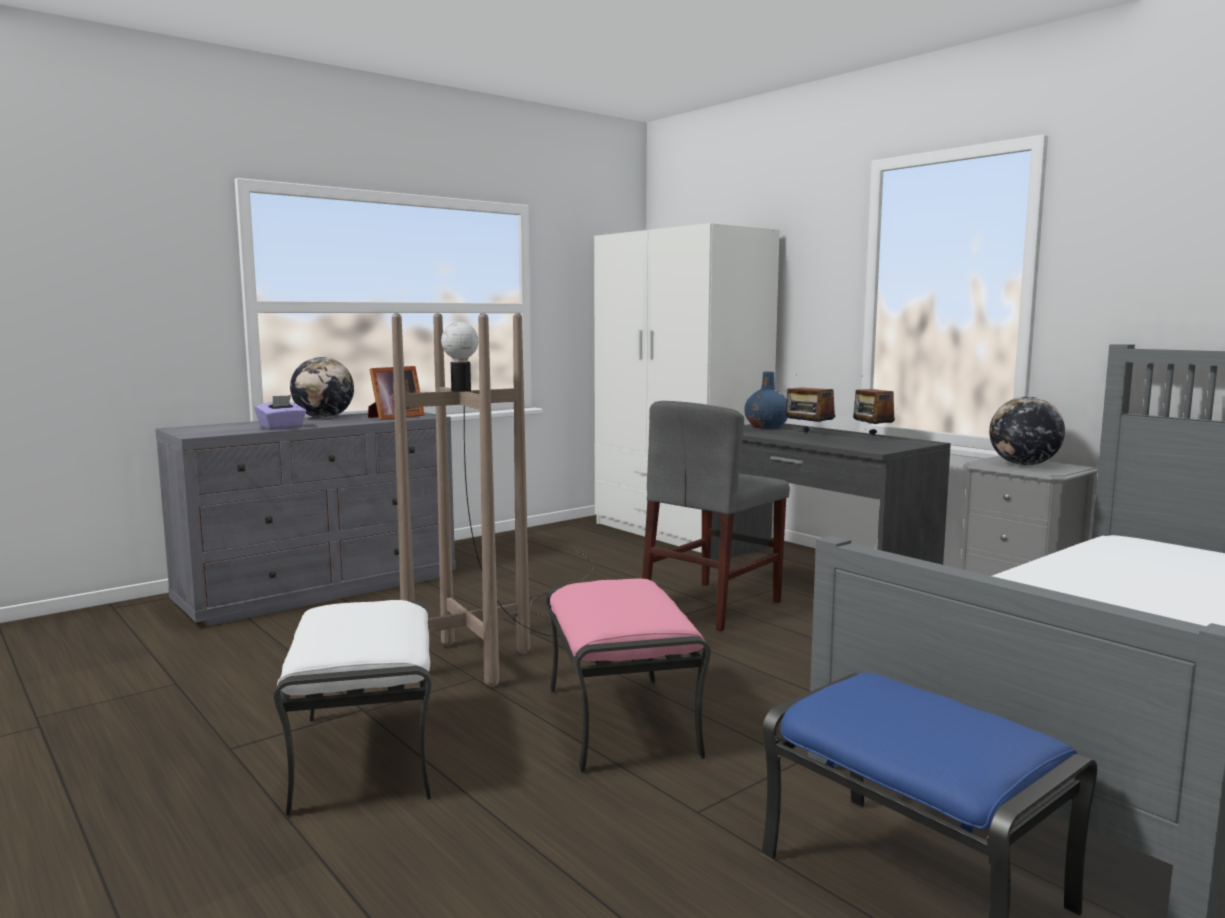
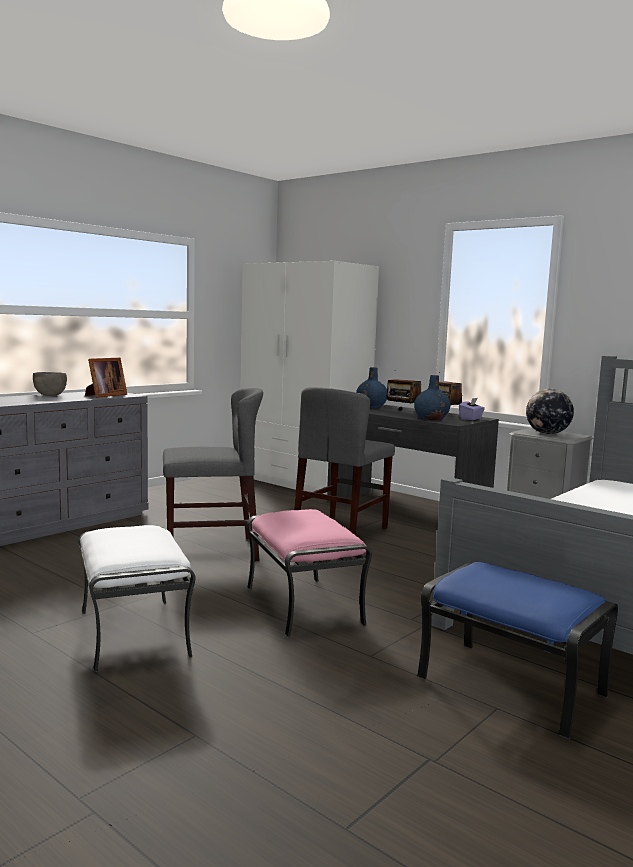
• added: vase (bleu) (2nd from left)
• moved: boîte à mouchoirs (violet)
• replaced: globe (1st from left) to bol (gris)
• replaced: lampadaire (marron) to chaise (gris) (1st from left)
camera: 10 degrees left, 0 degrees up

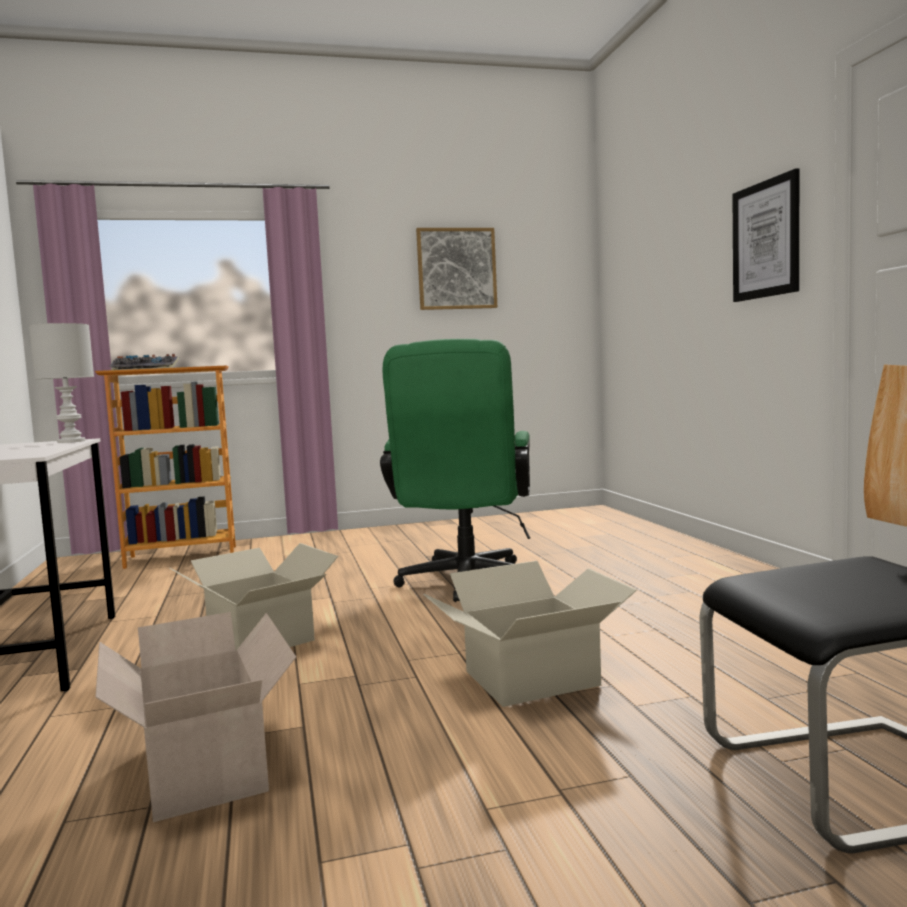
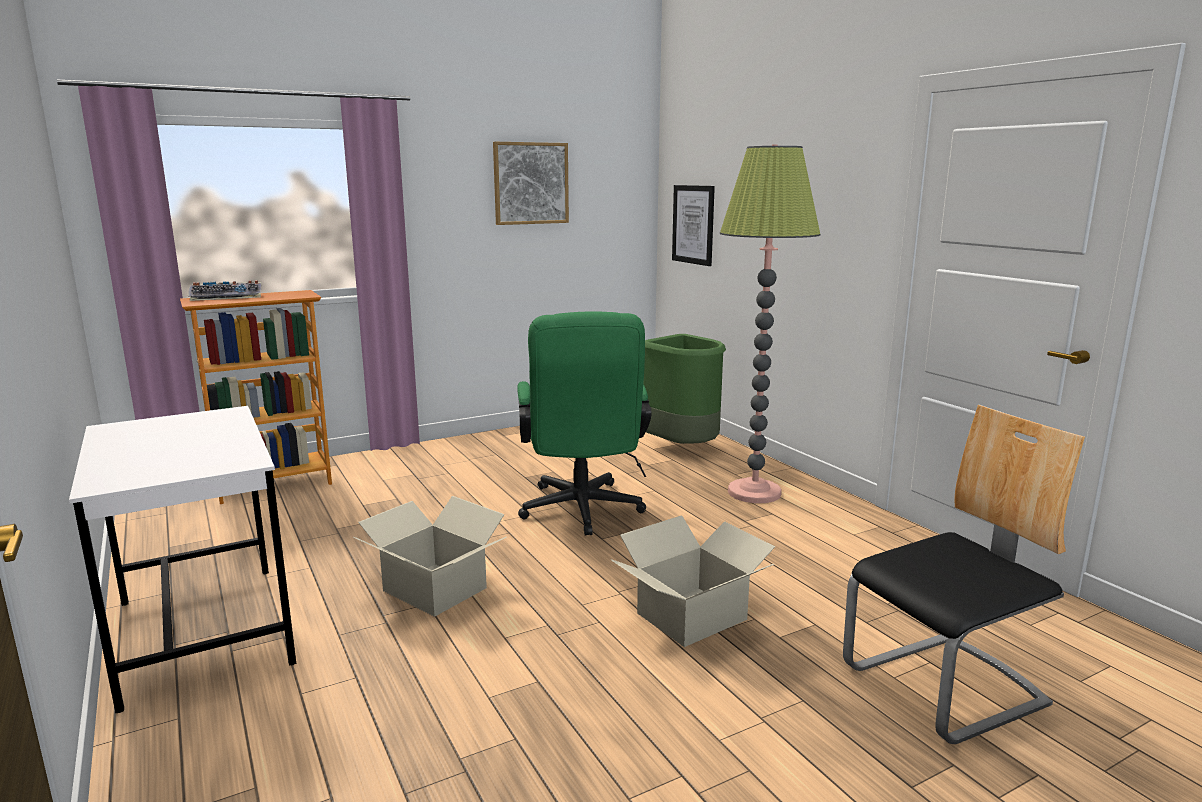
• removed: lampe de table (blanc)
• removed: carton (1st from left)
• added: poubelle (vert)
• added: lampadaire
• moved: tableau (2nd from left)
camera: 15 degrees left, 10 degrees up

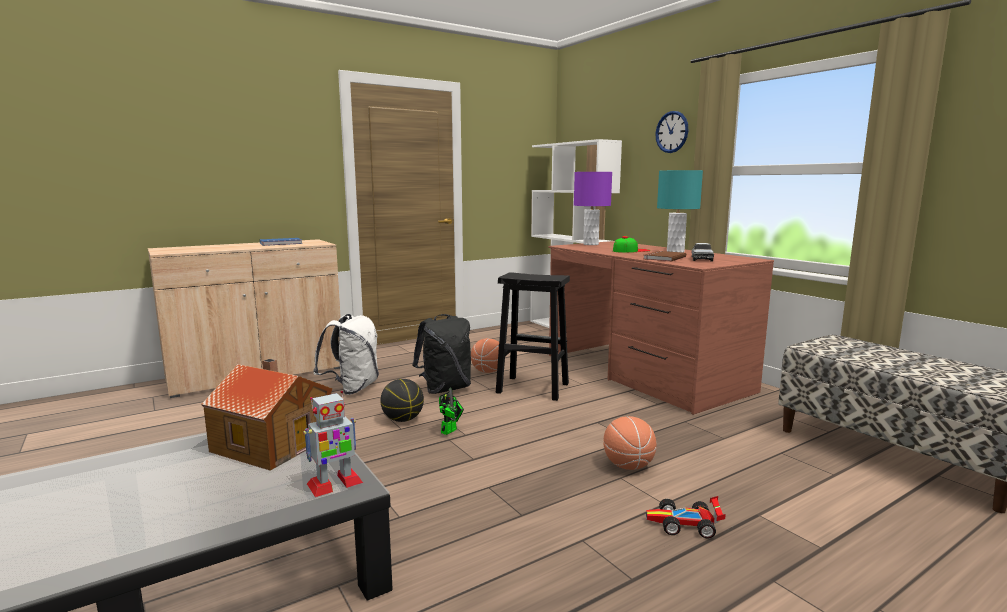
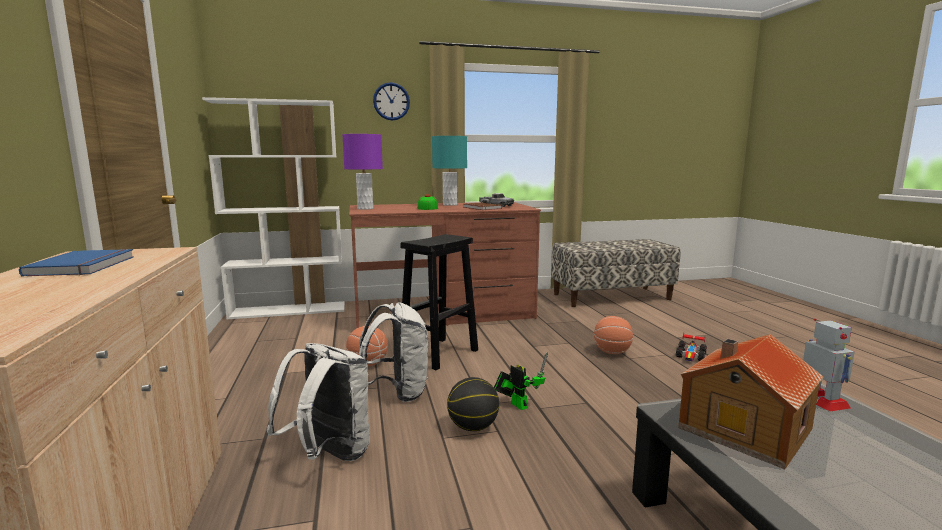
• recoloured: sac à dos (noir) to sac à dos (blanc) (2nd from left)
camera: 70 degrees left, 0 degrees up

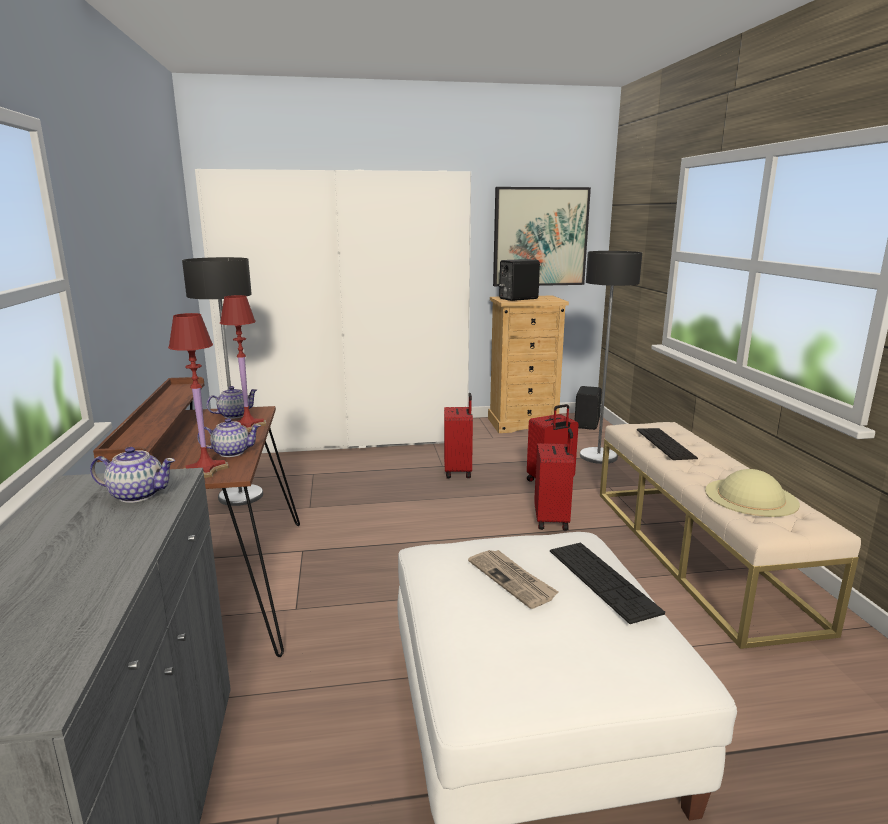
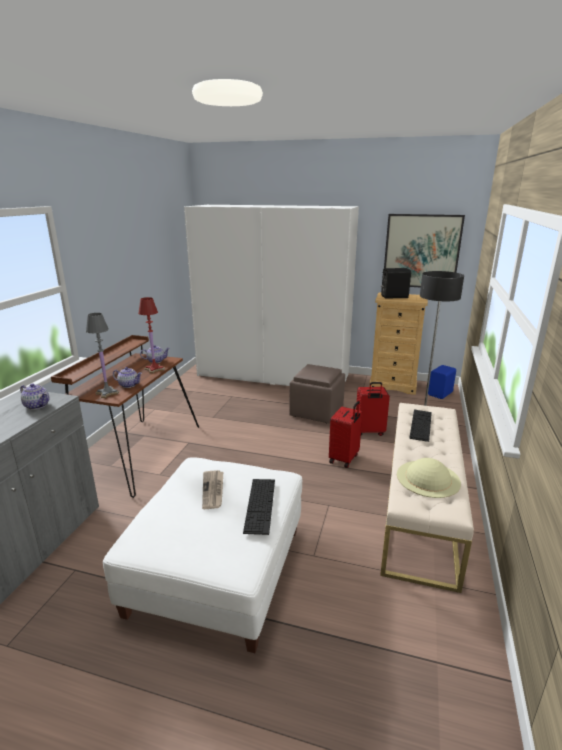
• removed: lampadaire (1st from left)
• replaced: valise (rouge) (1st from left) to pouf (marron)
• recoloured: lampe de table (rouge) (1st from left) to lampe de table (gris)
• recoloured: enceinte (noir) (2nd from left) to enceinte (bleu)
camera: 25 degrees right, 5 degrees up

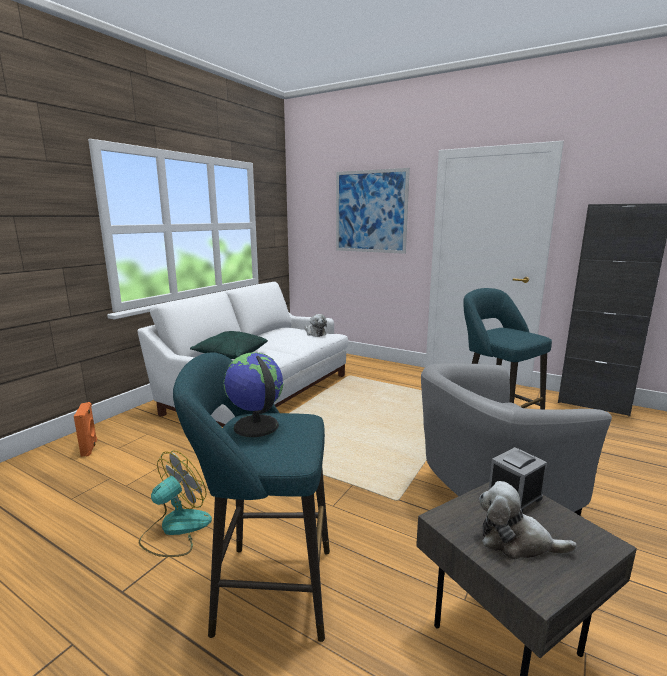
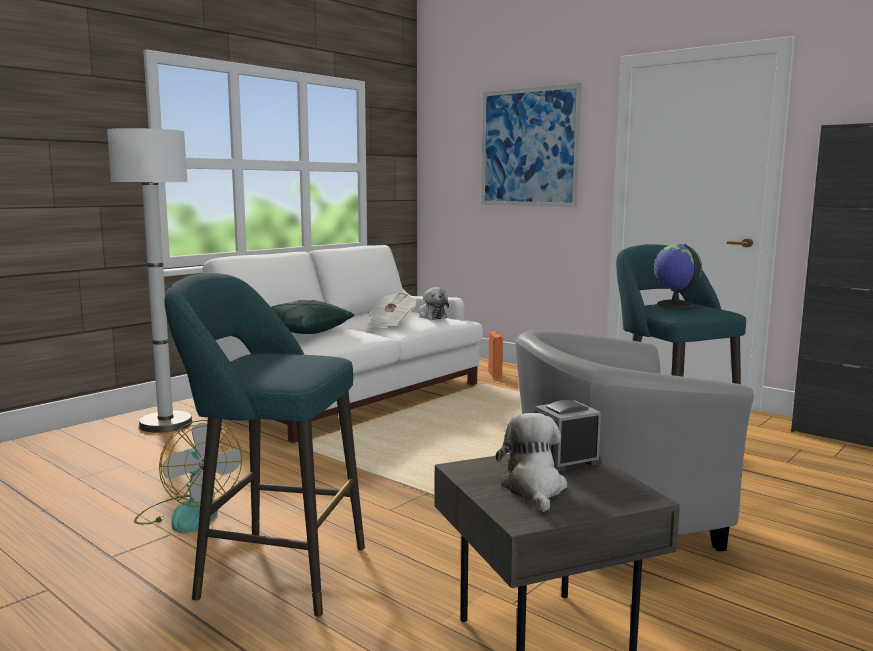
• added: lampadaire (blanc)
• added: journal
• moved: enceinte (orange)
• moved: globe
• turned: ventilateur 90 degrees clockwise
• turned: peluche (2nd from left) 60 degrees clockwise
camera: 10 degrees right, 5 degrees down

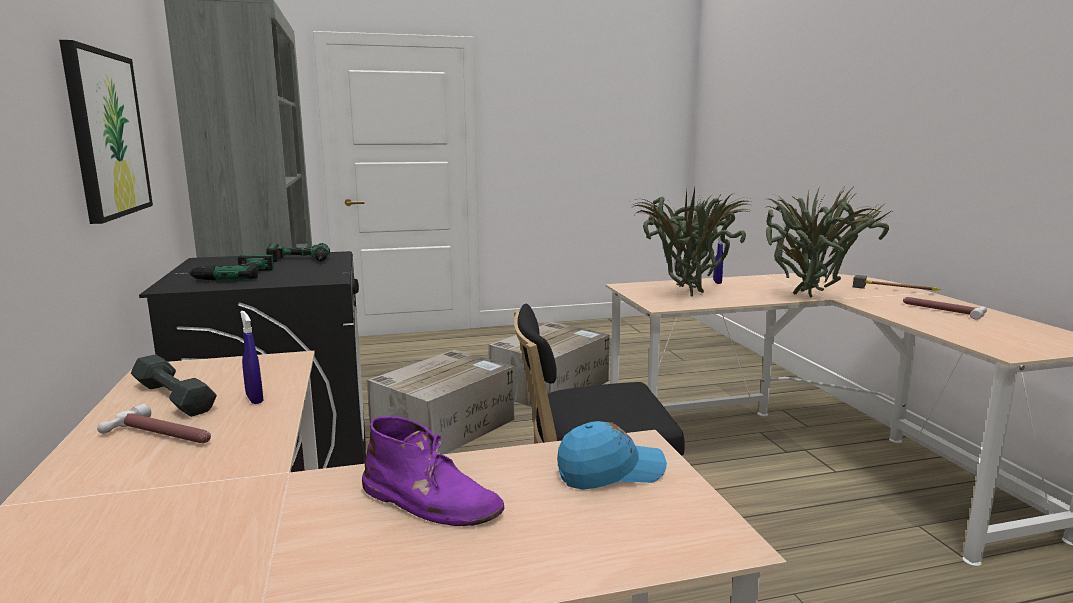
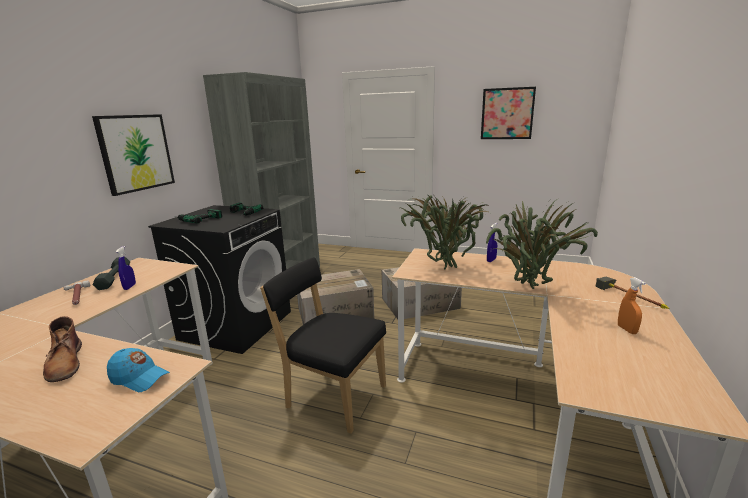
• added: tableau (2nd from left)
• replaced: marteau (3rd from left) to vaporisateur (orange)
• recoloured: botte (violet) to botte (marron)
camera: 35 degrees right, 5 degrees up

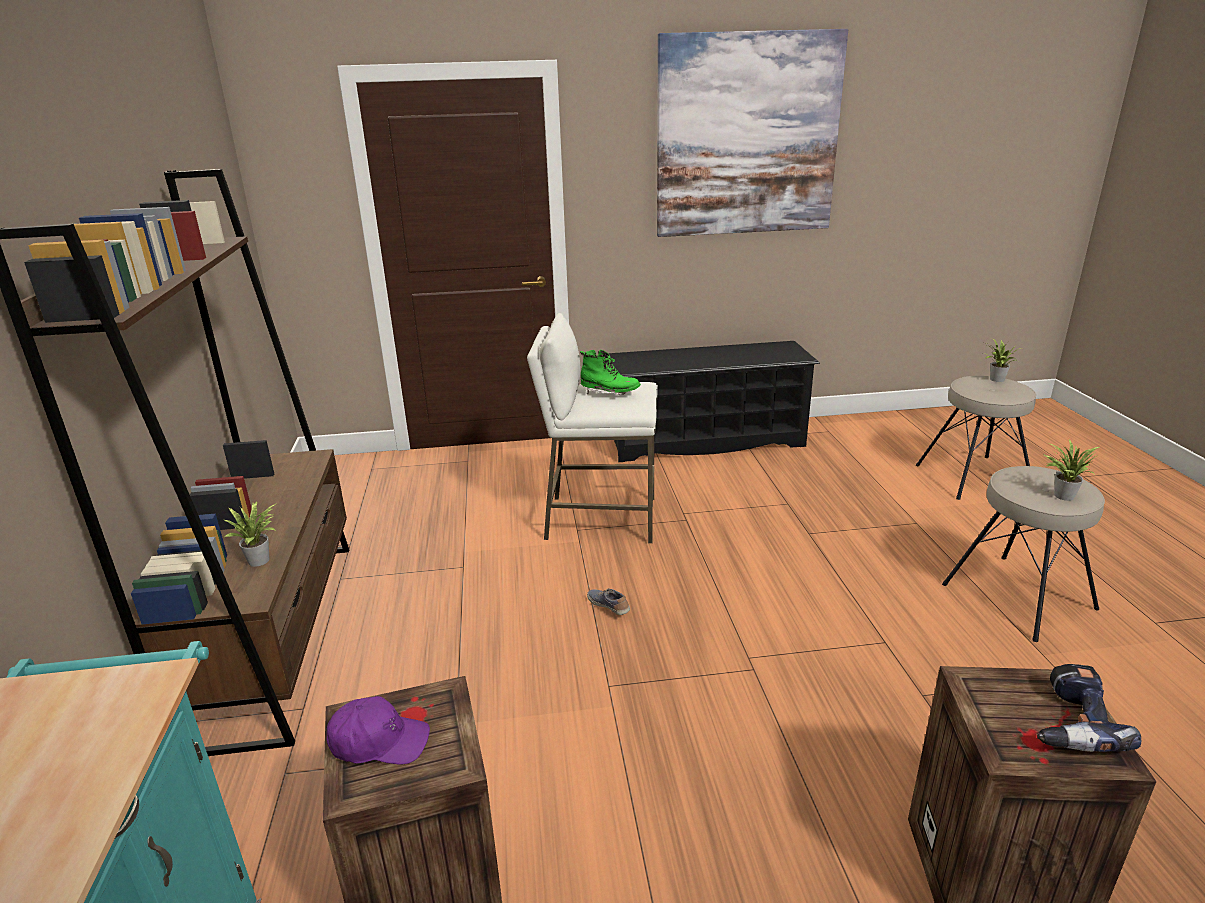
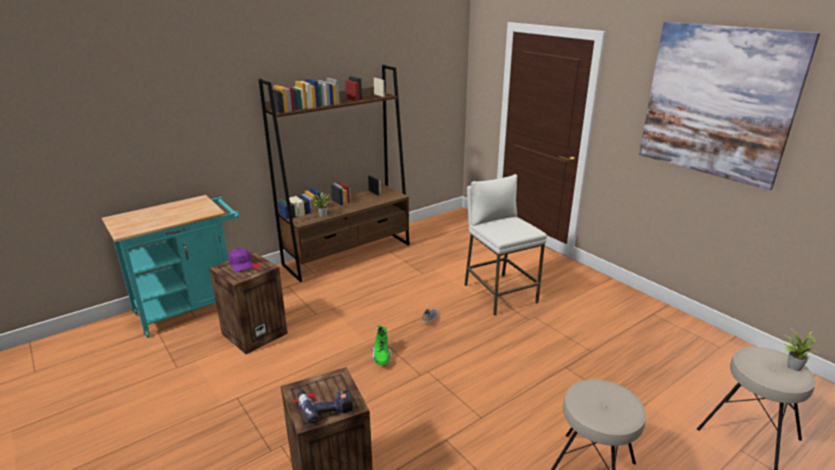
• removed: étagère à chaussures (noir)
• removed: plante en pot (3rd from left)
• moved: botte (vert)
camera: 60 degrees right, 0 degrees up

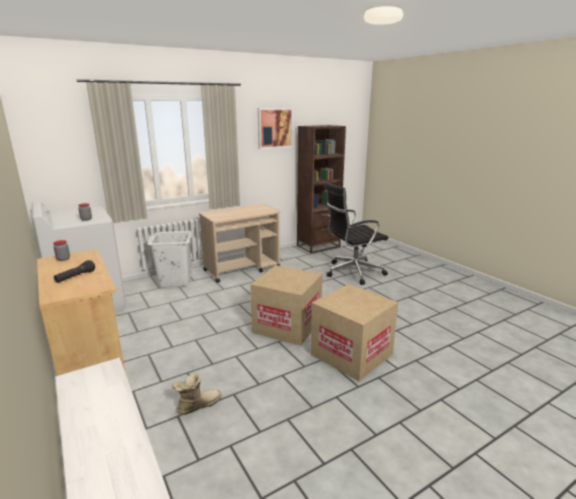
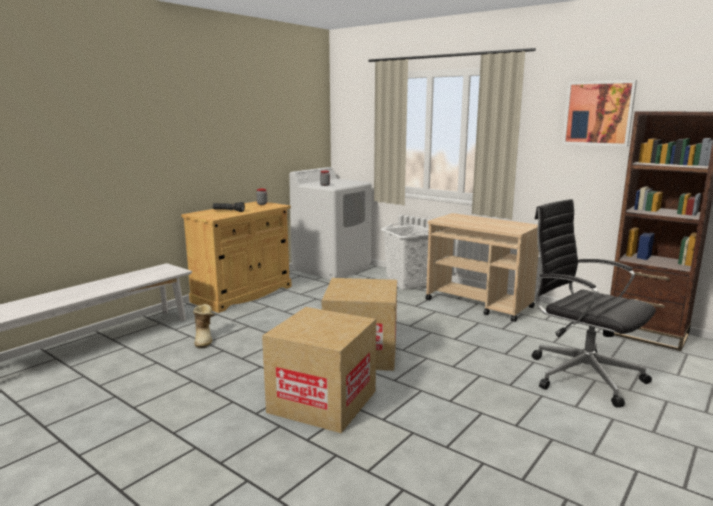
• turned: botte 45 degrees clockwise
camera: 70 degrees right, 5 degrees down

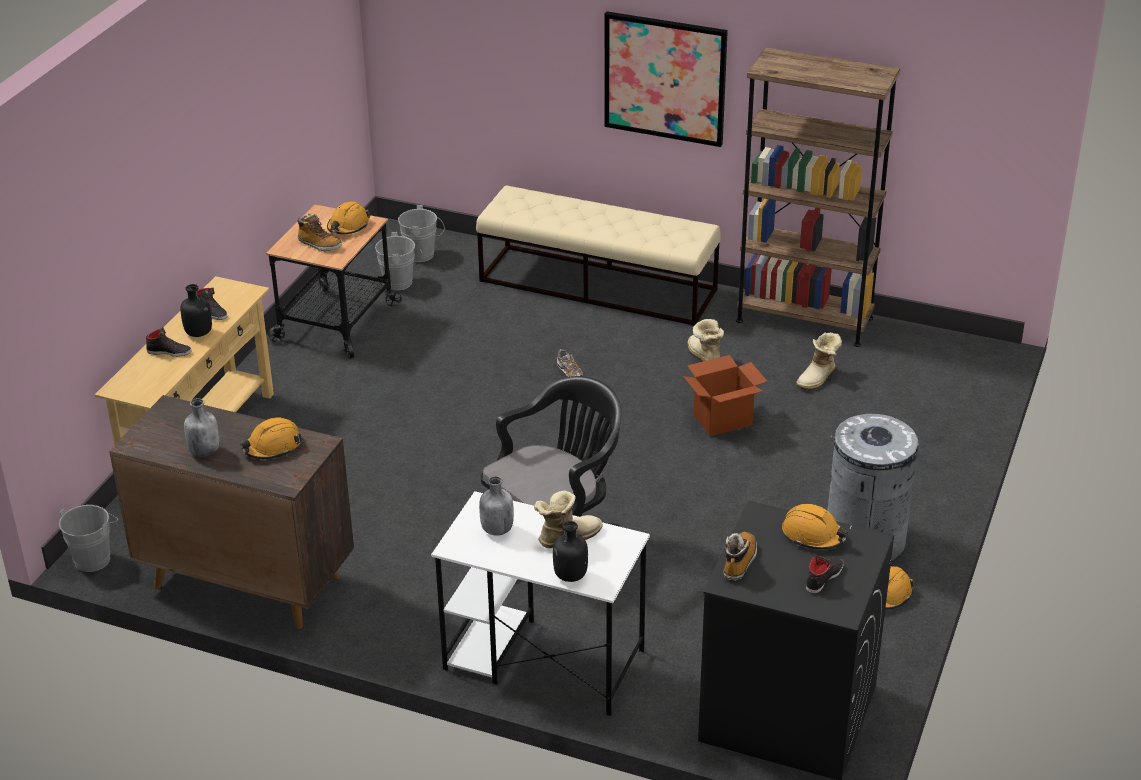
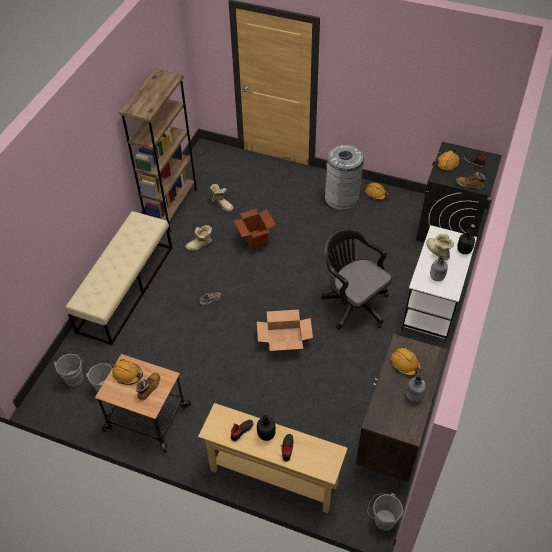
• removed: tableau
• added: carton (2nd from left)
camera: 90 degrees left, 15 degrees up

